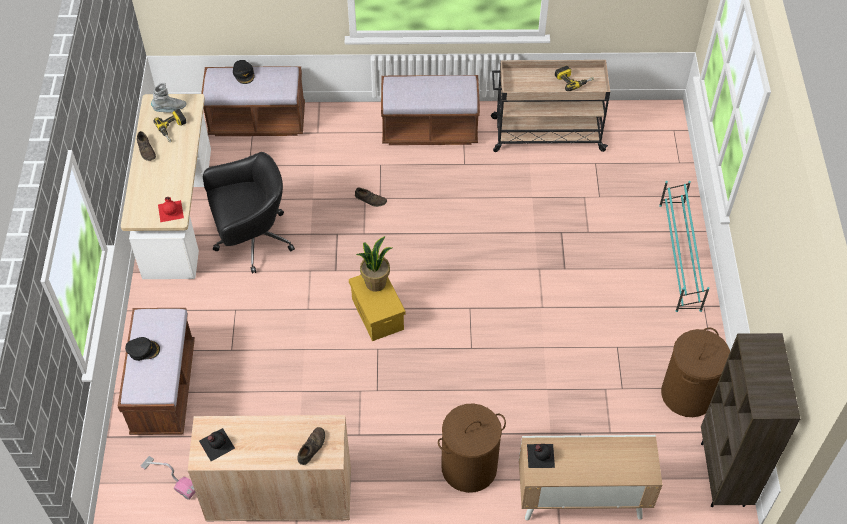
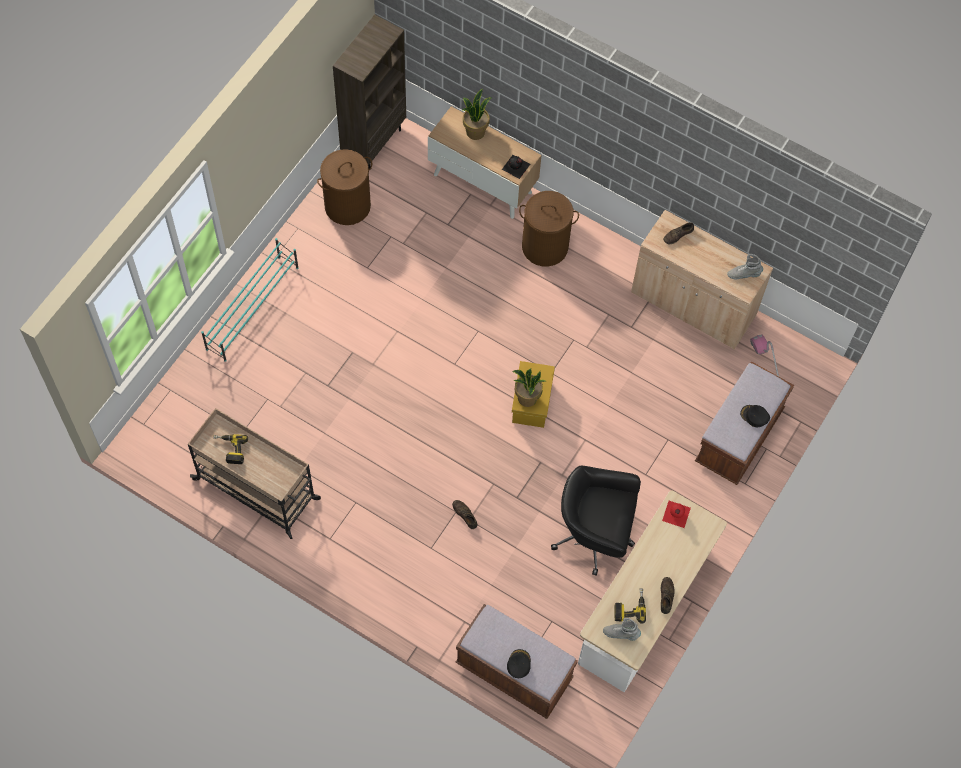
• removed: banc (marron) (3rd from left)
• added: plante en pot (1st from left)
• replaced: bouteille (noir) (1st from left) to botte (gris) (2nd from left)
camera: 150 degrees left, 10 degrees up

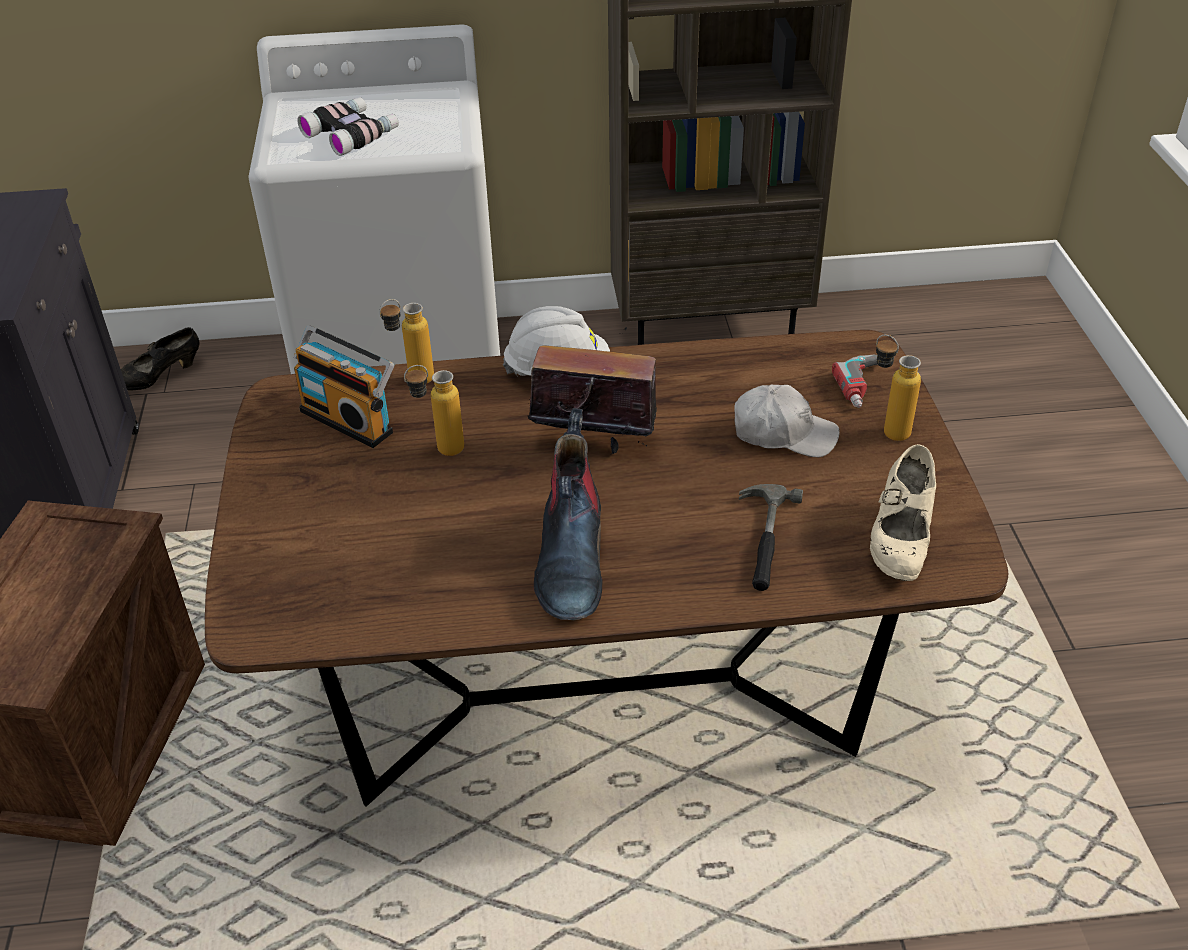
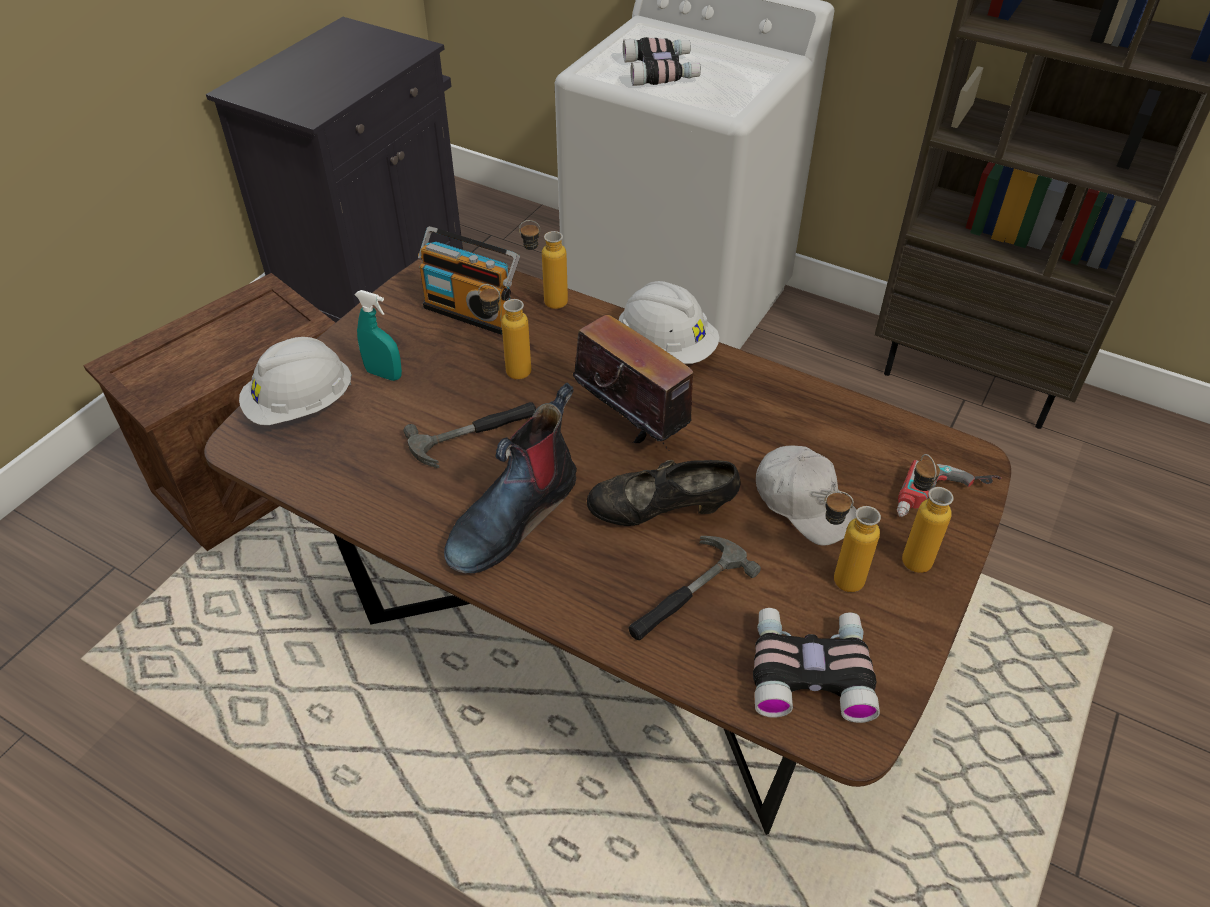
• added: casque de chantier (blanc) (1st from left)
• added: vaporisateur (turquoise)
• added: marteau (1st from left)
• added: bouteille (3rd from left)
• moved: chaussure (noir)
• replaced: chaussure (beige) to jumelles (2nd from left)
• turned: radio (1st from left) 45 degrees counterclockwise
camera: 35 degrees right, 5 degrees up

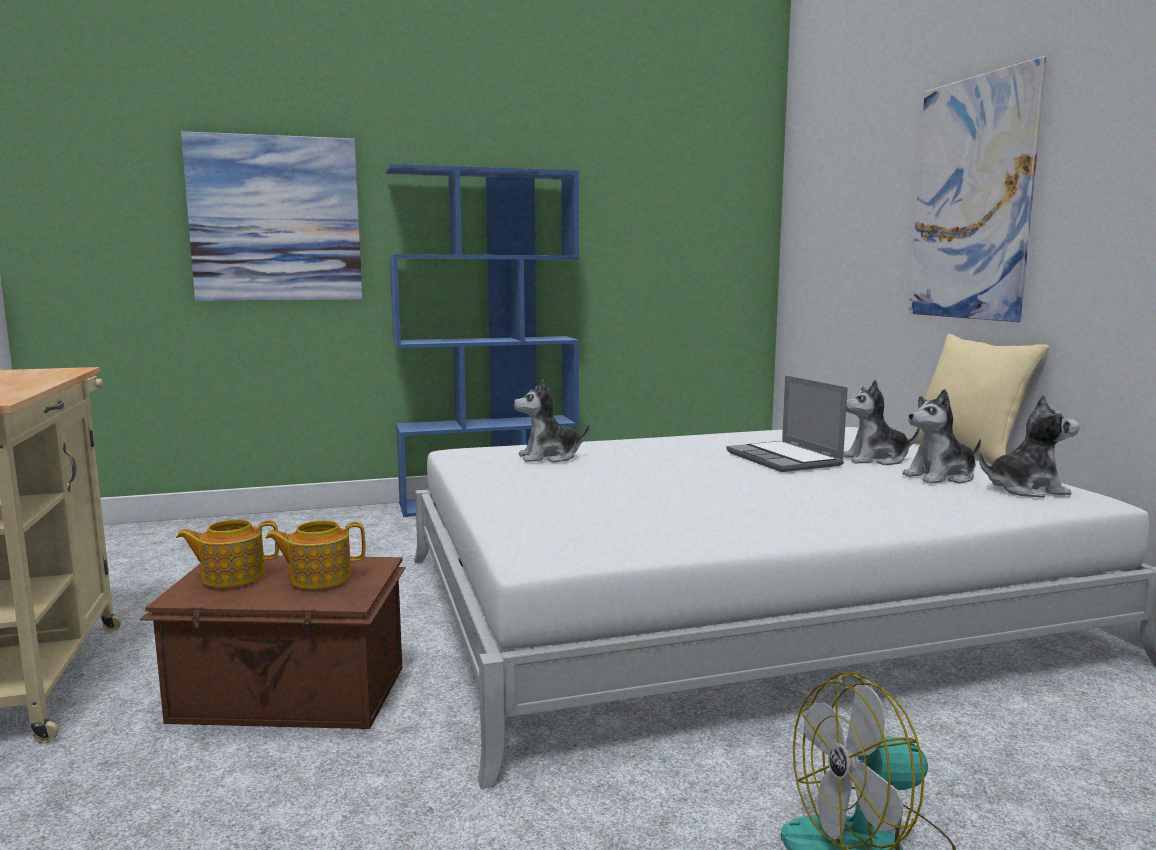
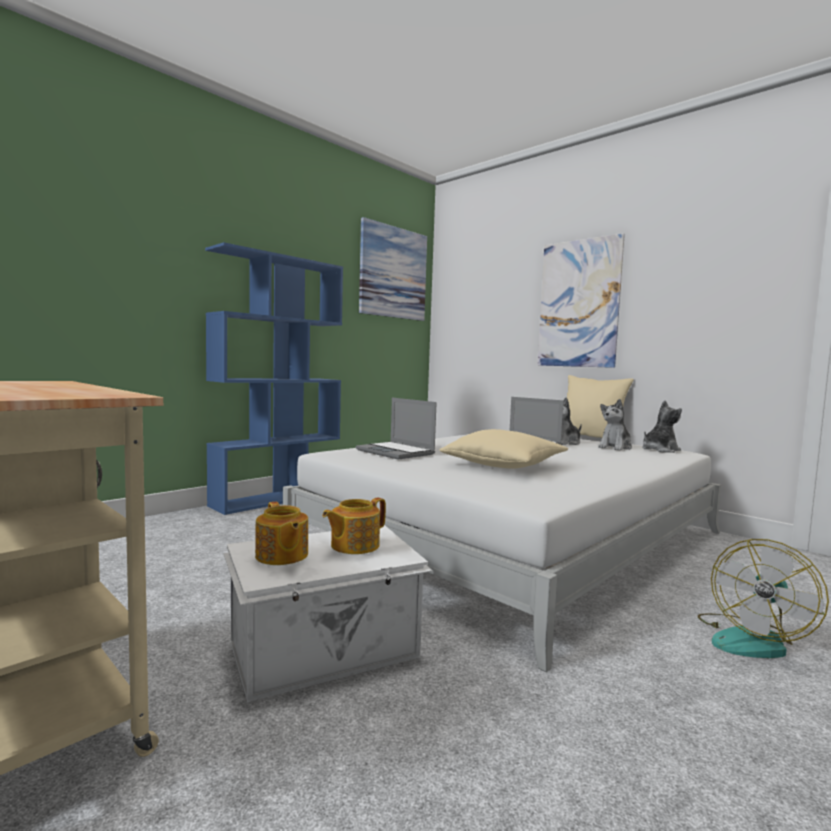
• added: coussin (beige) (1st from left)
• moved: tableau (1st from left)
• replaced: peluche (1st from left) to ordinateur portable (1st from left)
• recoloured: boîte de rangement (marron) to boîte de rangement (blanc)
• turned: théière (1st from left) 75 degrees counterclockwise
camera: 30 degrees left, 5 degrees down

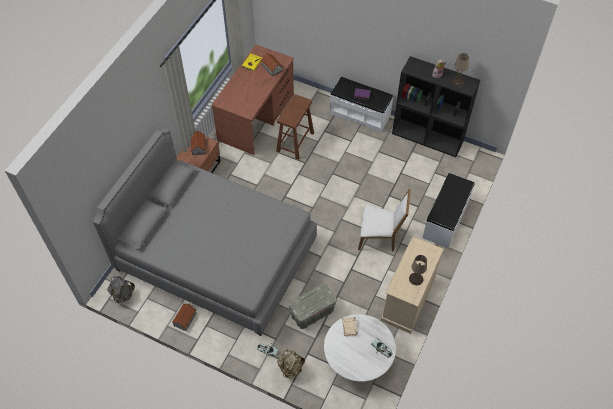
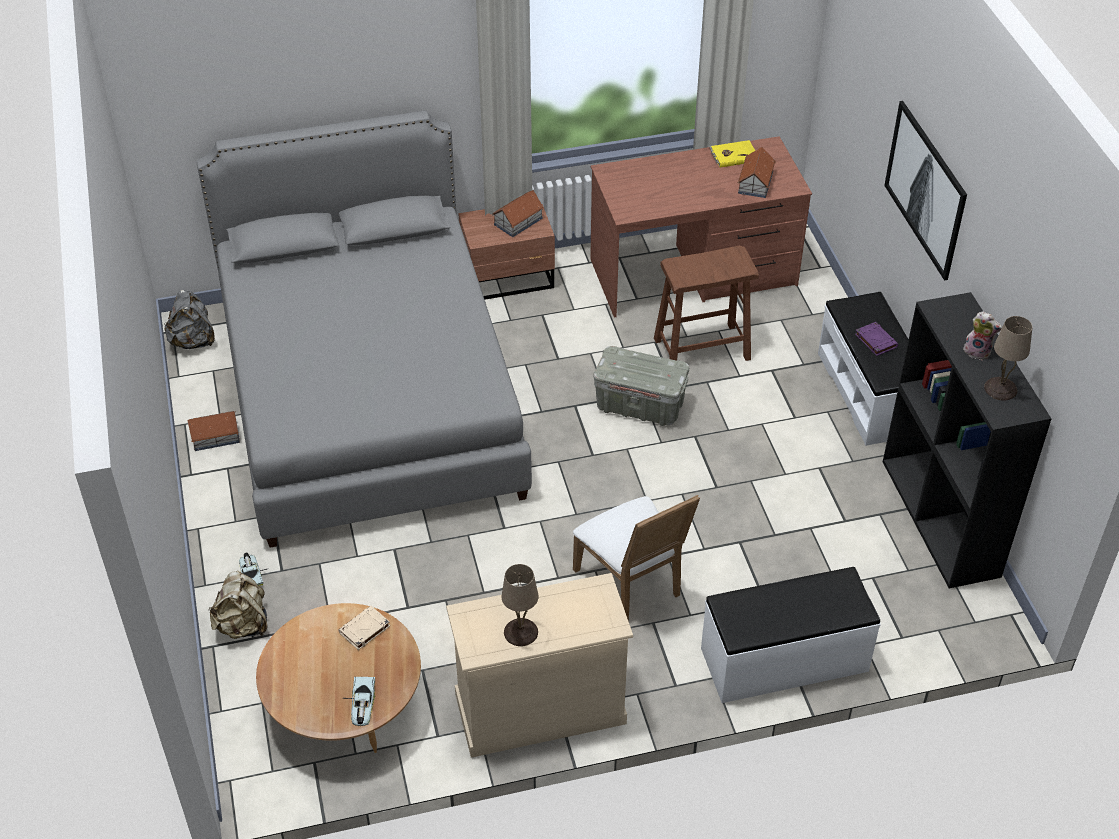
• added: tableau
• moved: boîte de rangement (gris)
• recoloured: table basse (blanc) to table basse (marron)
camera: 50 degrees right, 10 degrees down

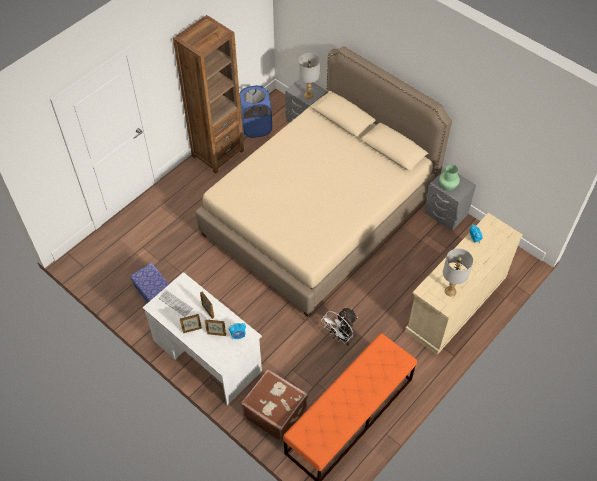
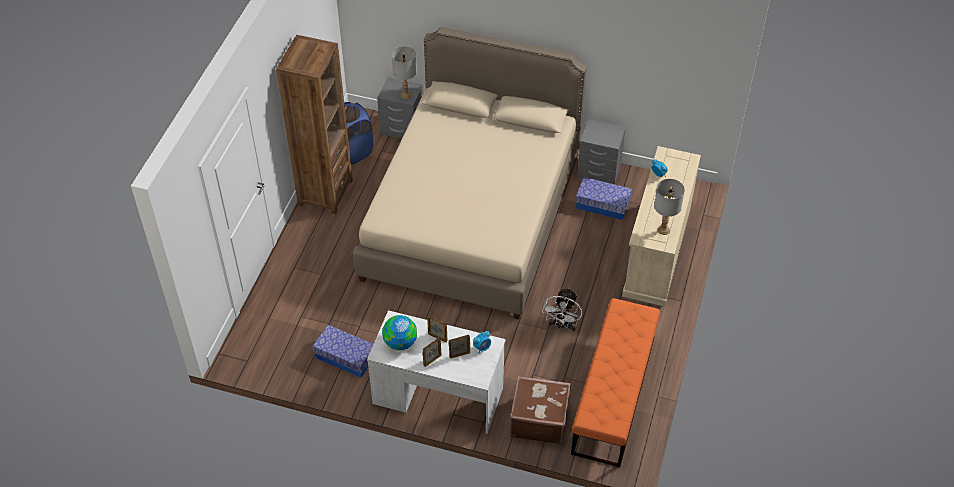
• removed: vase (vert)
• added: boîte de rangement (2nd from left)
• replaced: clavier to globe
camera: 25 degrees left, 5 degrees down

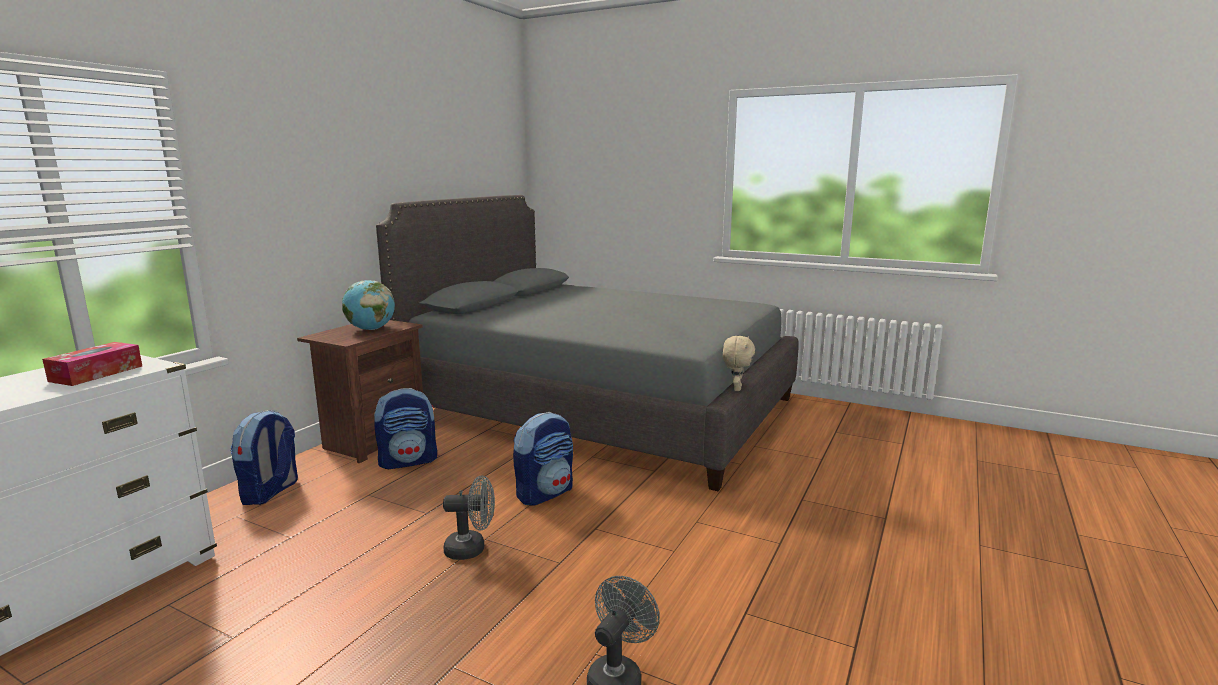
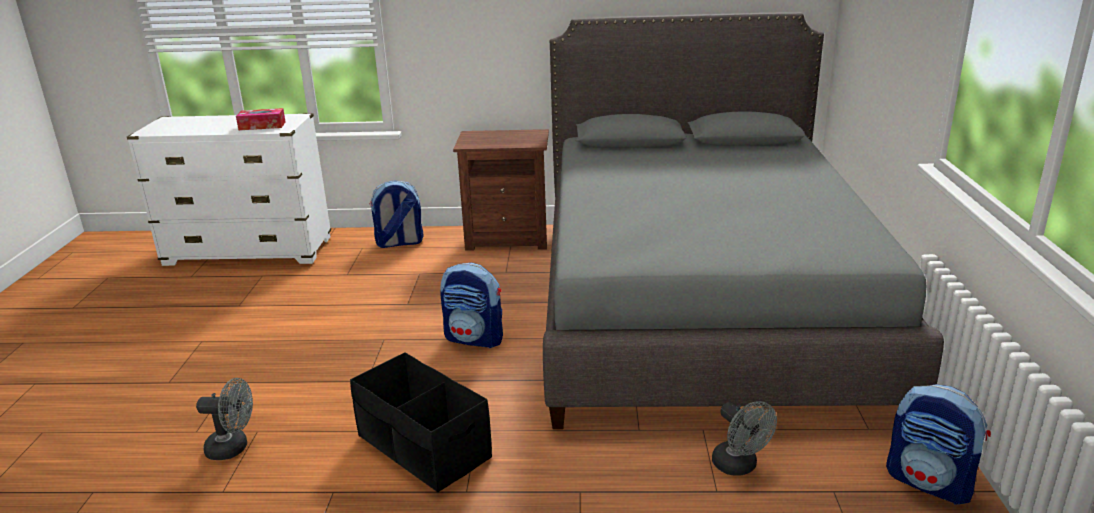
• removed: globe
• removed: peluche (beige)
• added: boîte de rangement (noir)
• moved: sac à dos (2nd from left in the first image) to sac à dos (3rd from left)
• moved: ventilateur (gris) (1st from left in the first image) to ventilateur (gris) (2nd from left)
camera: 65 degrees right, 10 degrees up

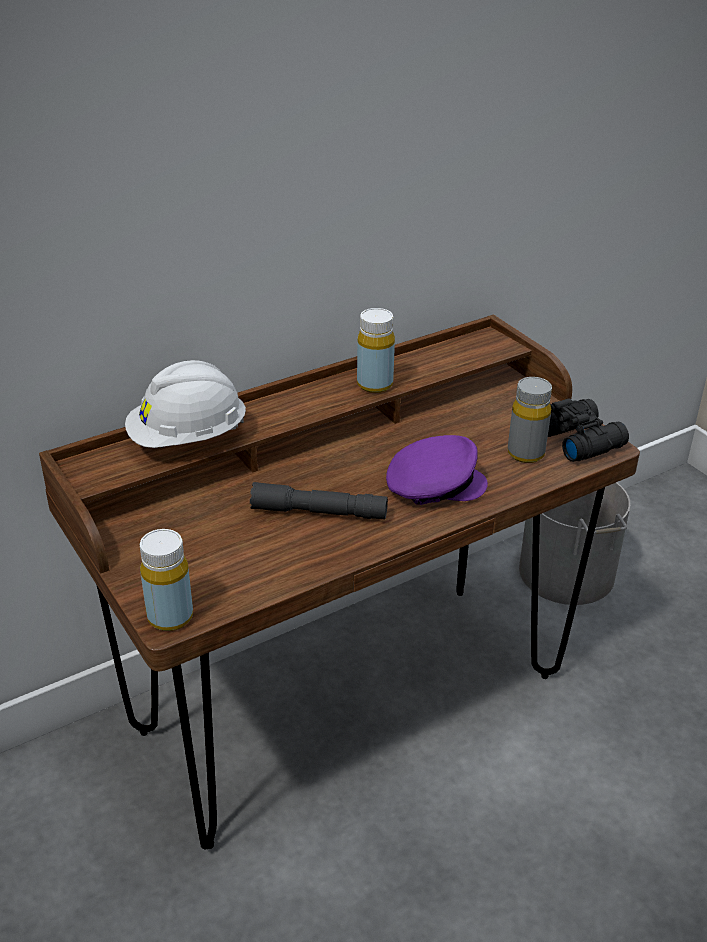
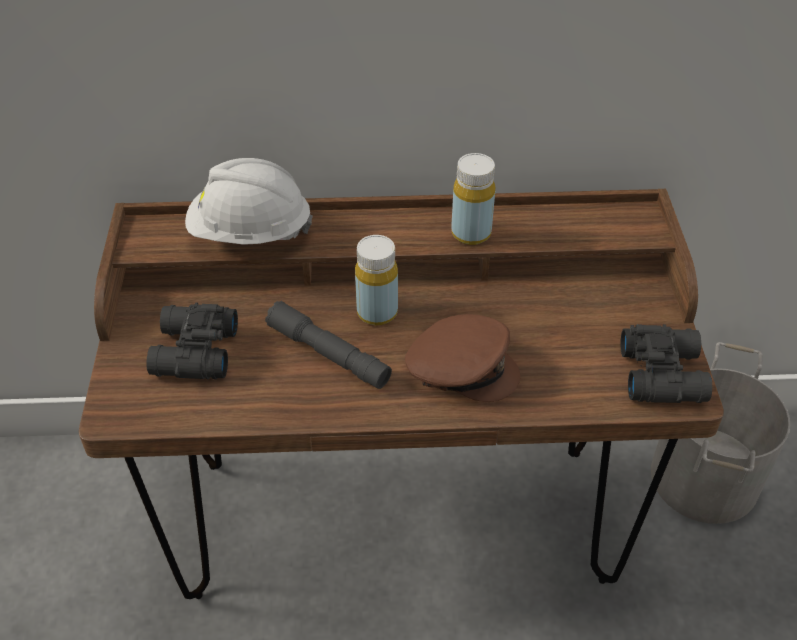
• removed: bouteille (gris)
• added: jumelles (noir) (1st from left)
• moved: bouteille (jaune) (1st from left)
• recoloured: casquette (violet) to casquette (marron)
camera: 30 degrees right, 10 degrees up

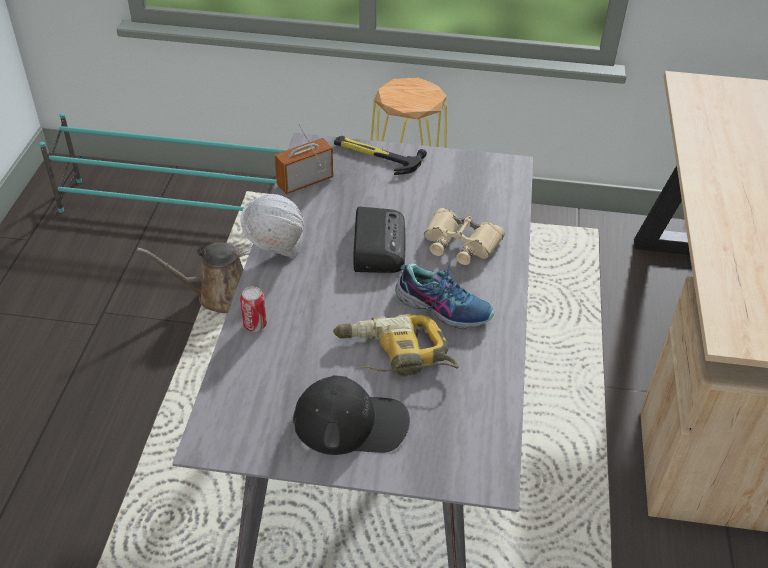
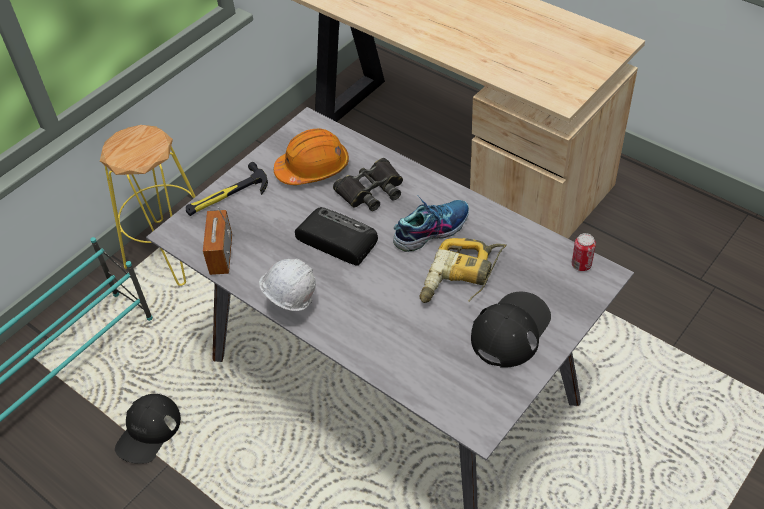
• added: casque de chantier (orange)
• moved: boîte métallique
• replaced: arrosoir (marron) to casquette (noir) (1st from left)
• recoloured: jumelles (beige) to jumelles (noir)
camera: 55 degrees left, 5 degrees up

